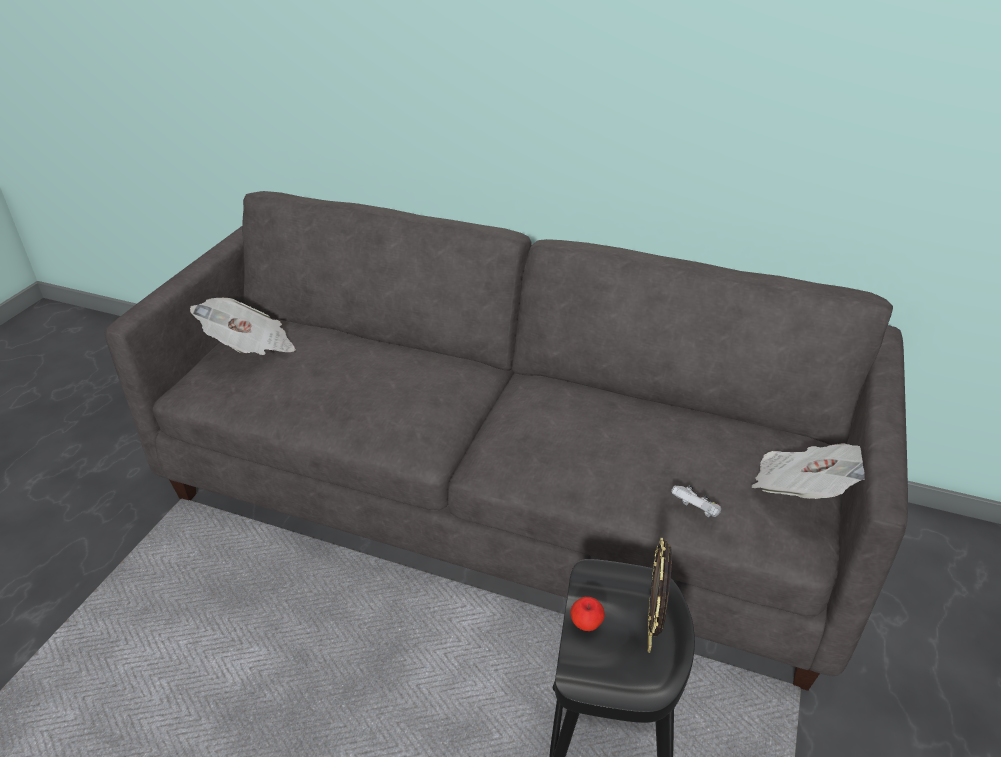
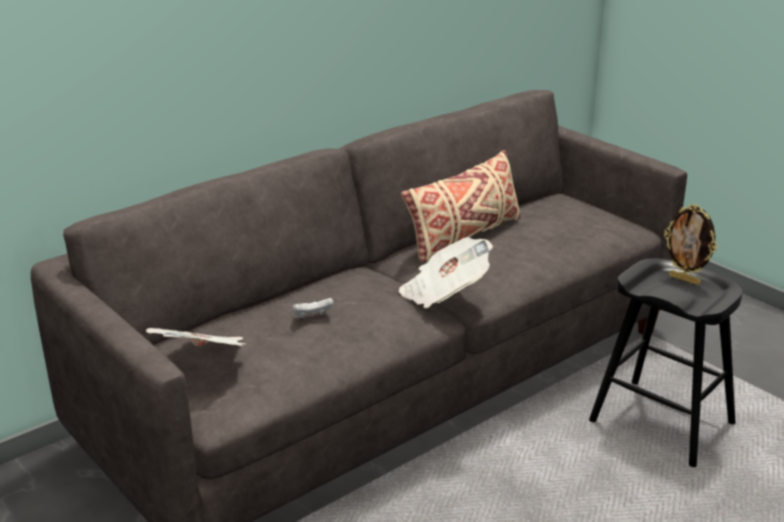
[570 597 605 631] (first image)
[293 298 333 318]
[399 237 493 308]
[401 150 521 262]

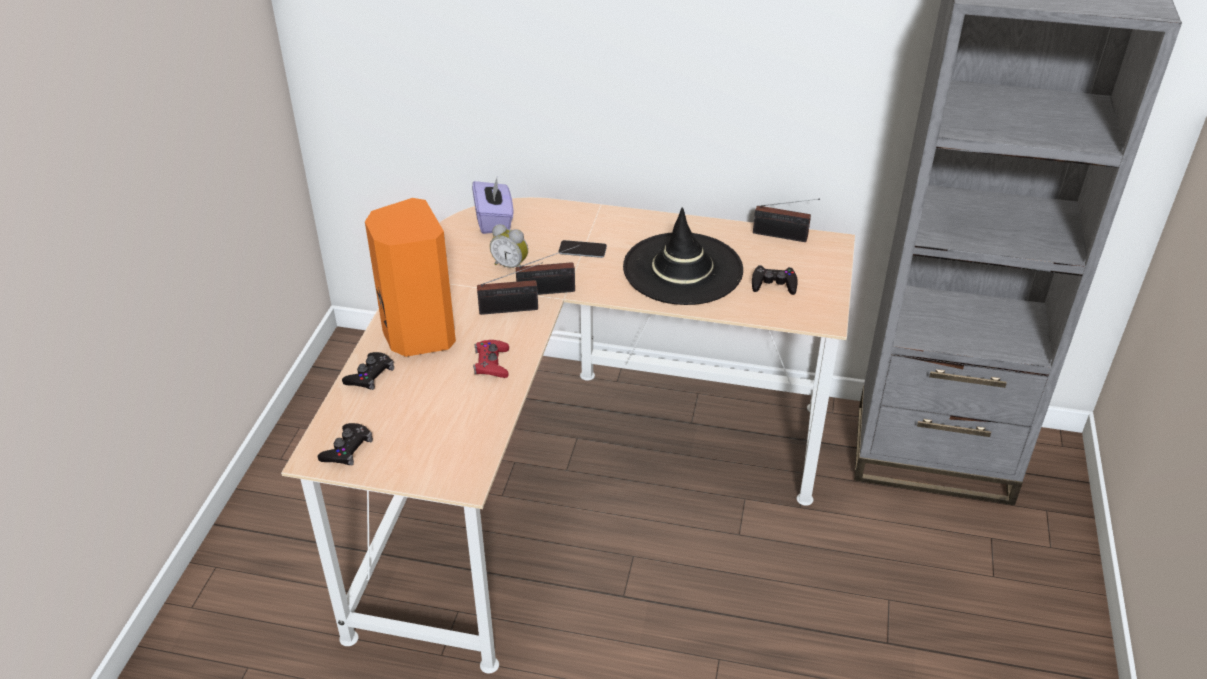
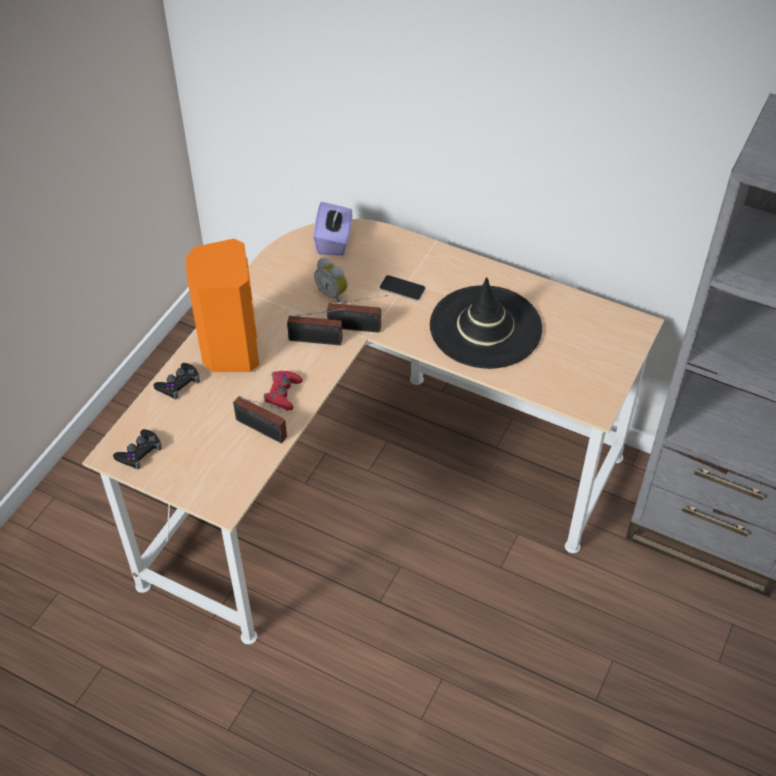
[752 265 798 295] (first image)
[233 396 288 443]

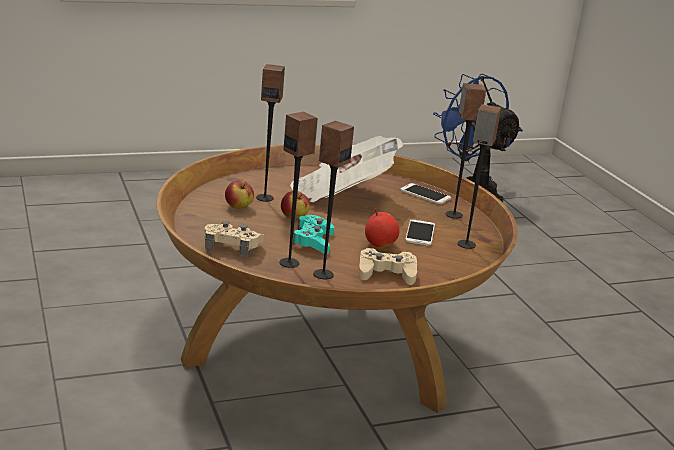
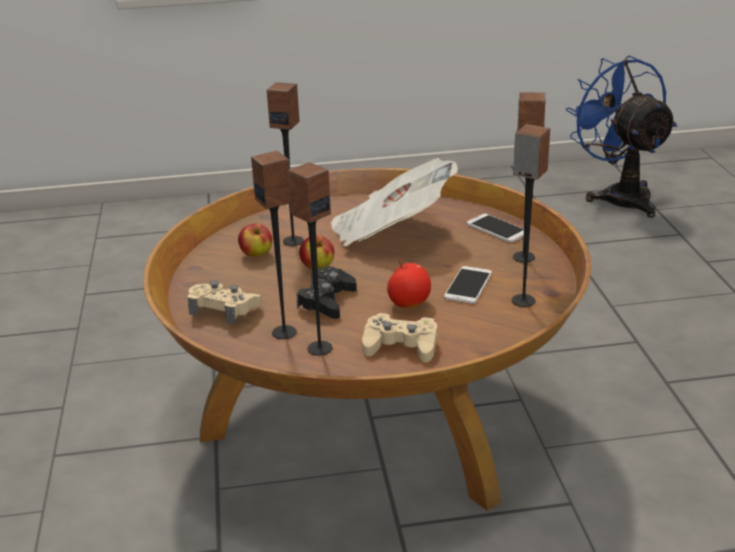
[296 267 357 319]

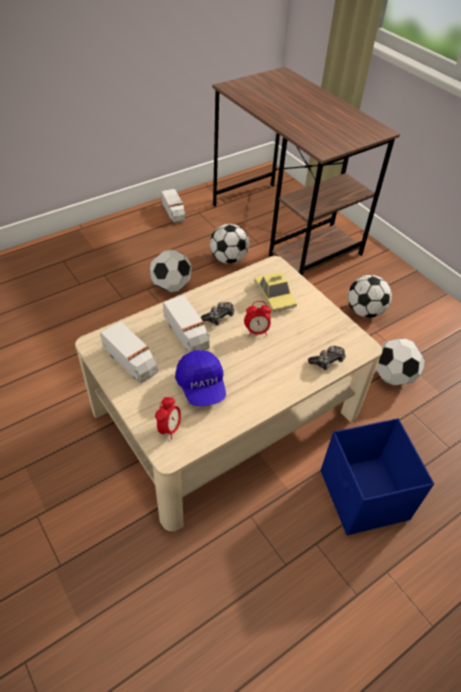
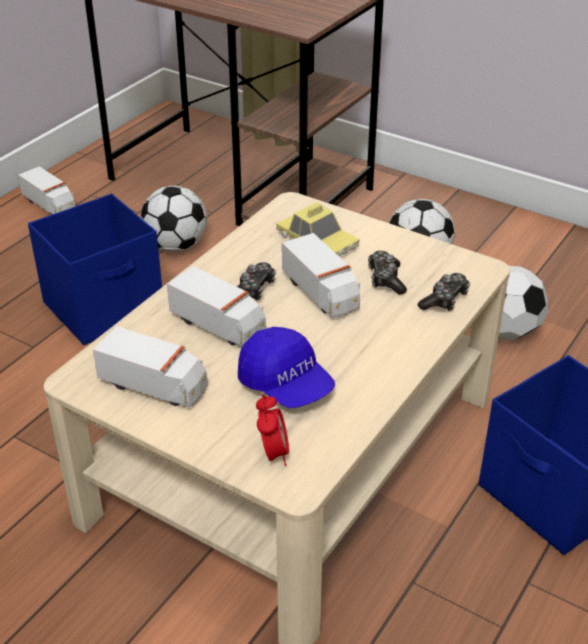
[28 194 162 345]
[282 233 360 318]
[368 251 407 294]

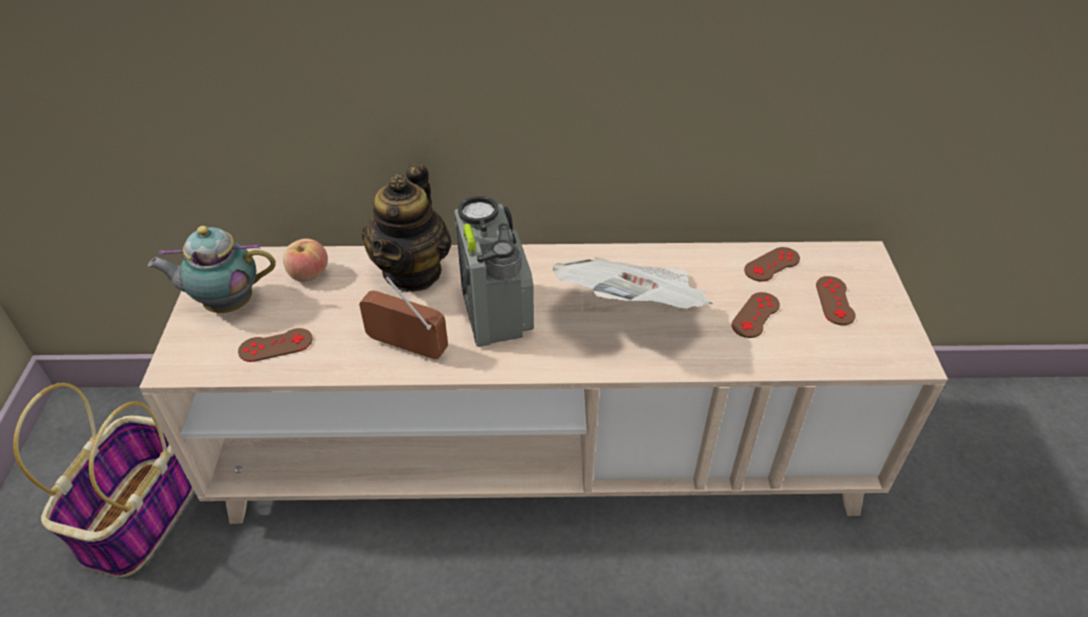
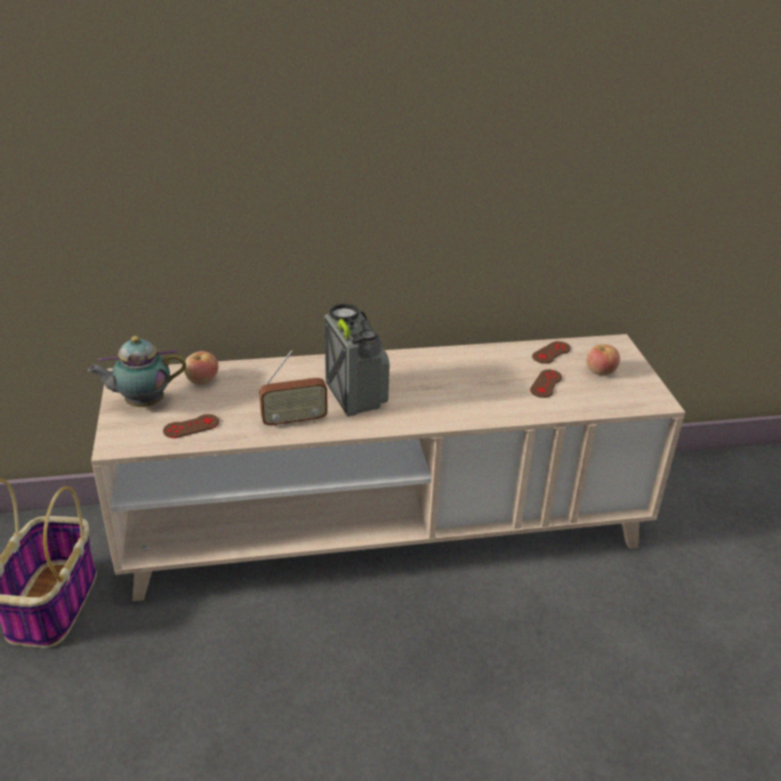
[259 350 328 429]
[362 164 452 292] (first image)
[552 257 712 309] (first image)
[587 344 620 375]

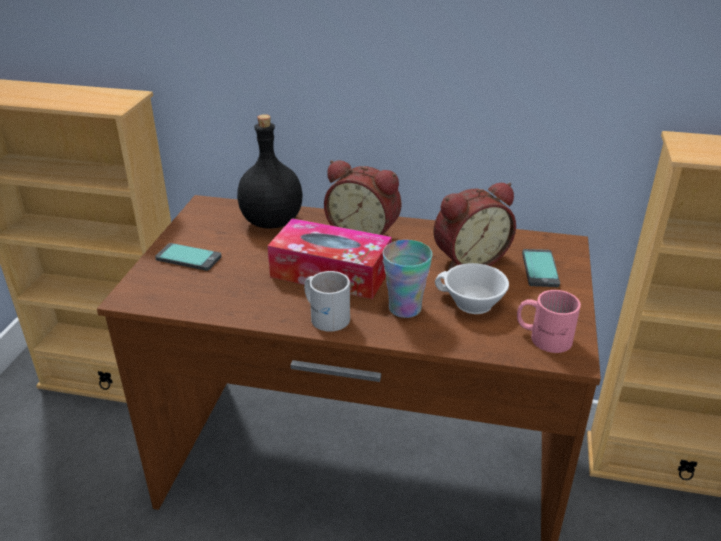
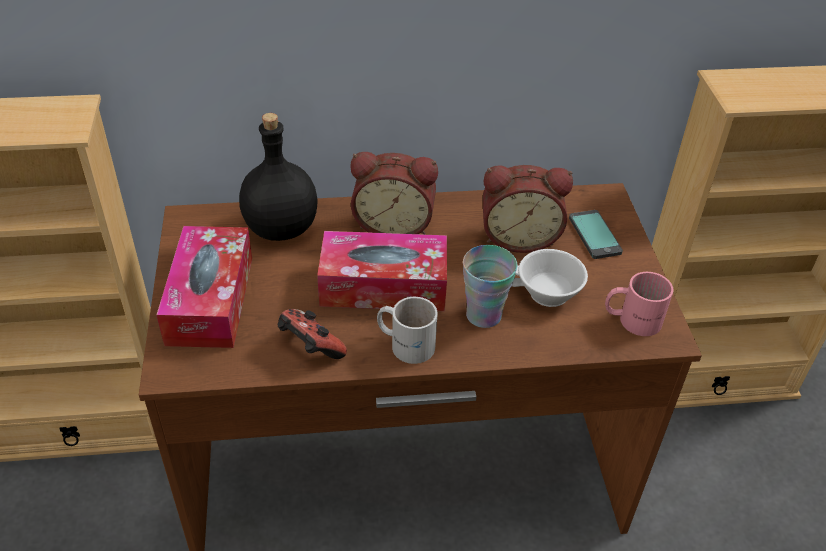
[156 226 252 348]
[482 165 573 253]
[278 309 347 359]

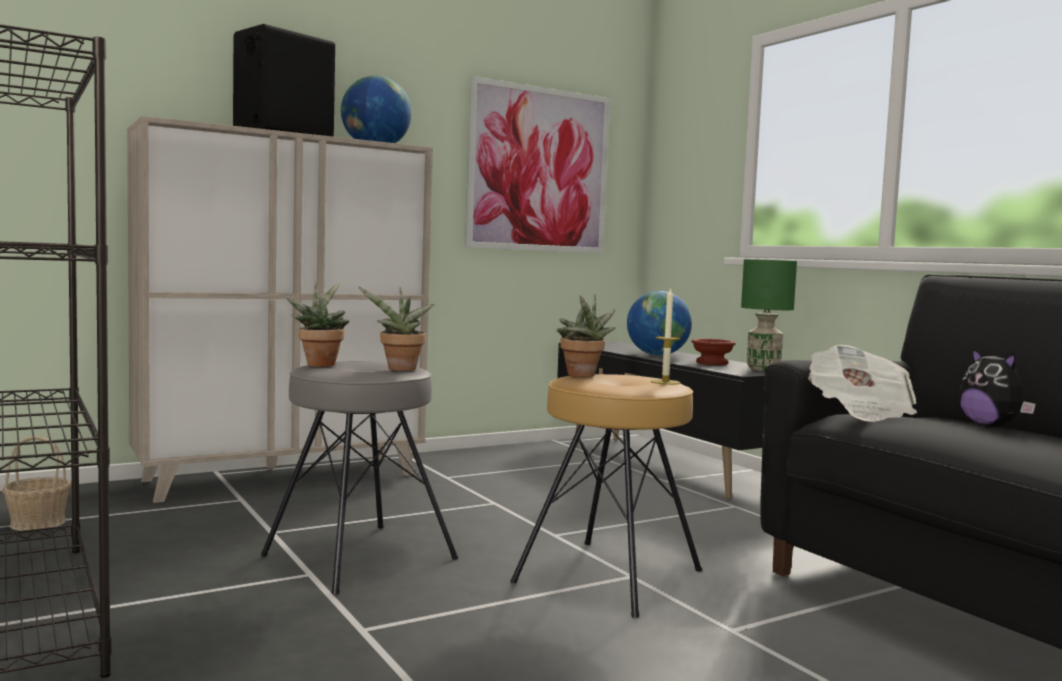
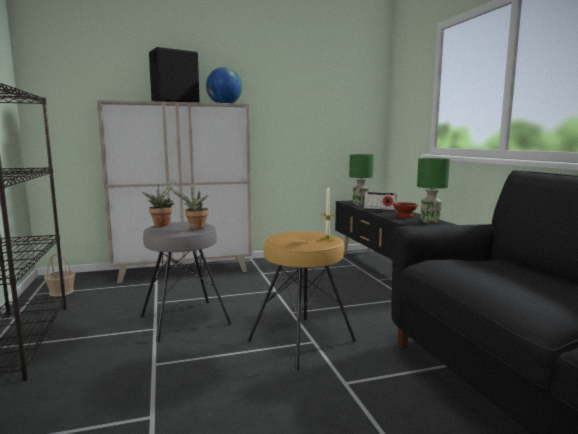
[465 76 610 253] (first image)
[557 294 616 377] (first image)
[364 192 397 212]
[808 345 917 422] (first image)
[959 348 1036 427] (first image)
[349 154 374 206]

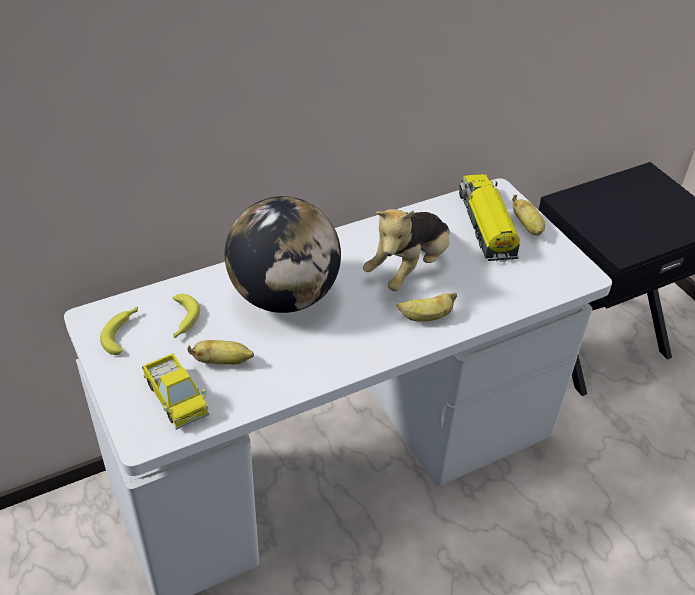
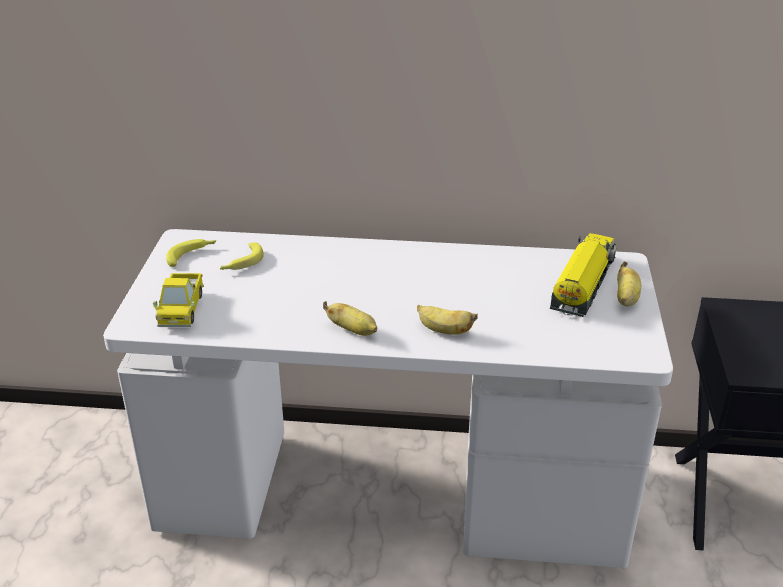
[323 301 377 336]
[225 196 341 313] (first image)
[363 209 450 291] (first image)

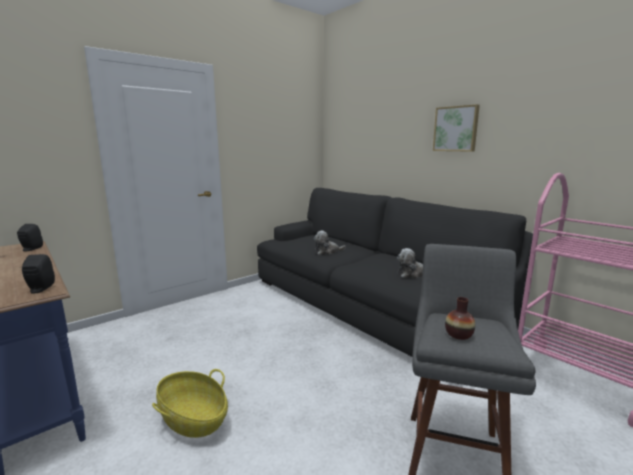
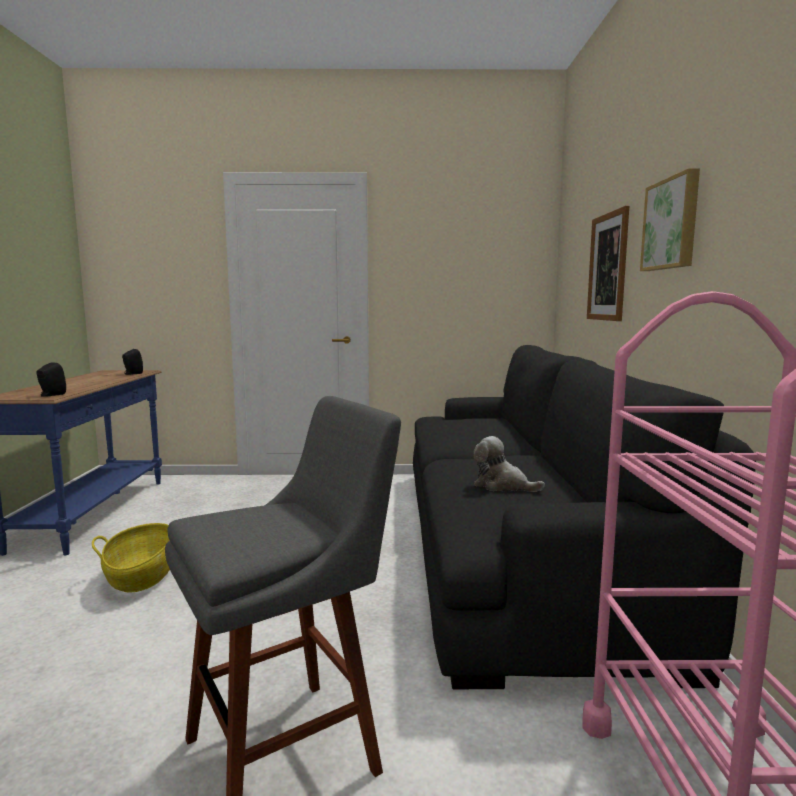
[314 231 346 255] (first image)
[445 297 475 340] (first image)
[587 206 629 321]

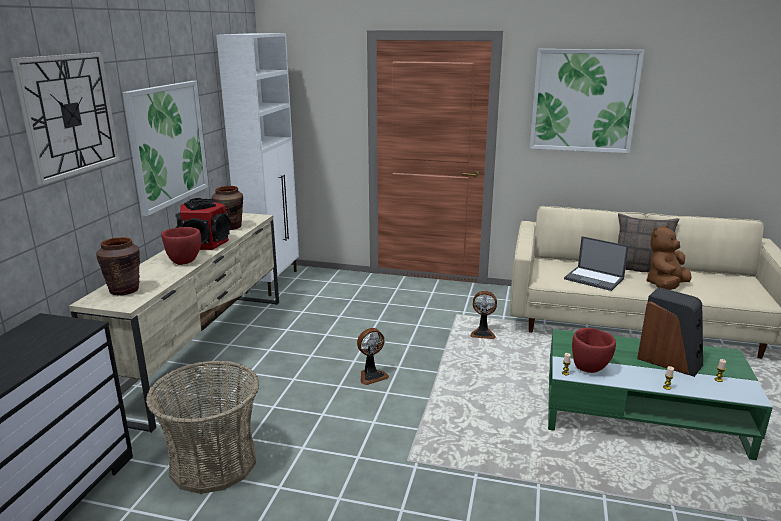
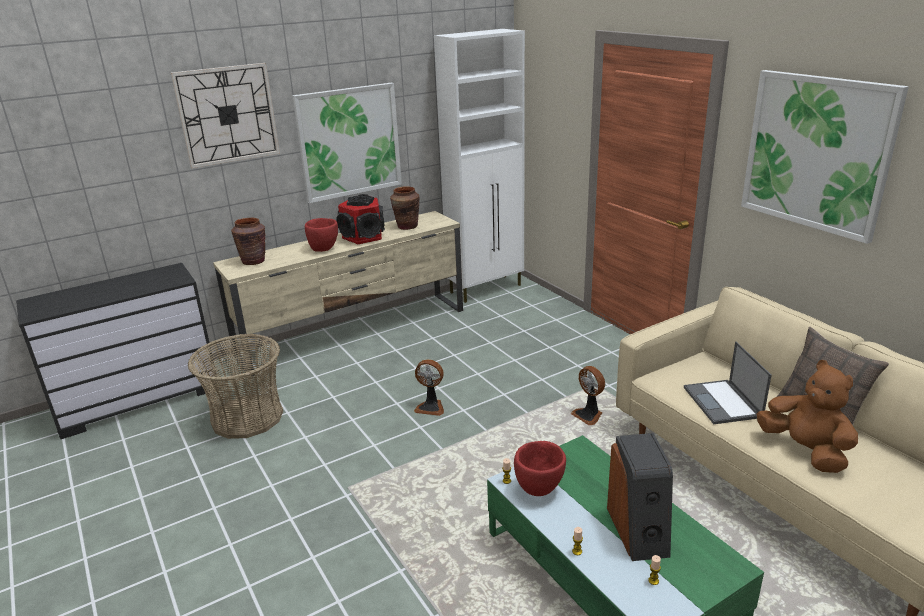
[757 360 858 473]

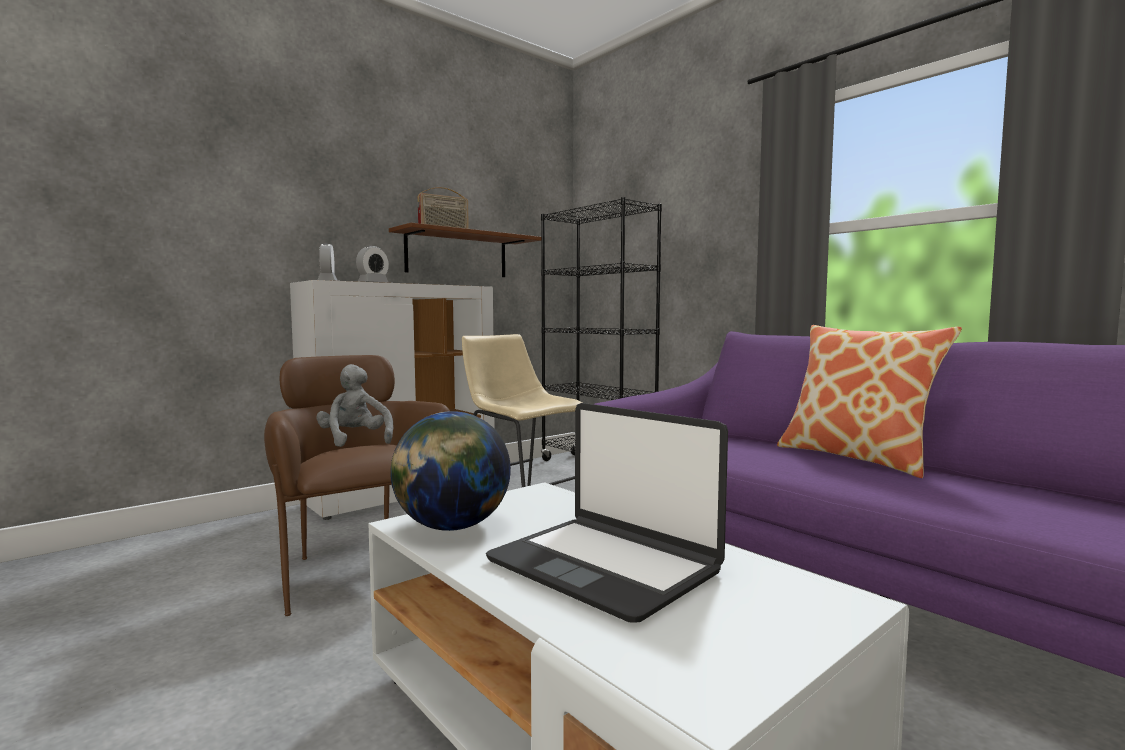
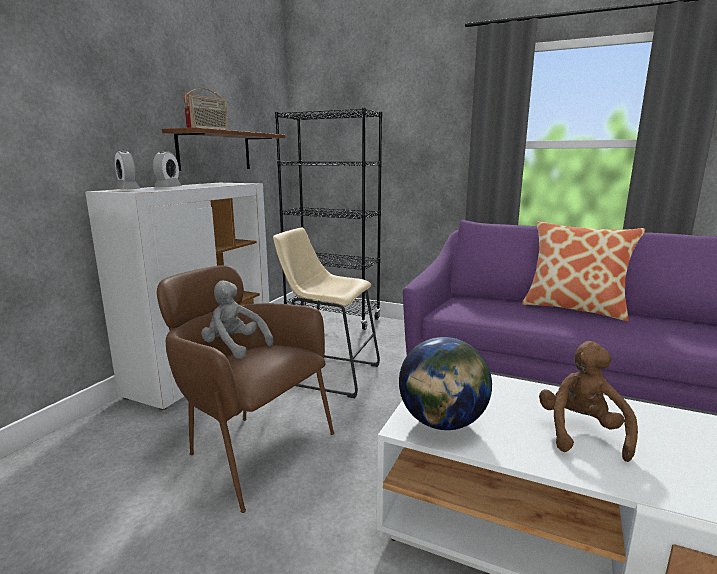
[539 341 638 462]

